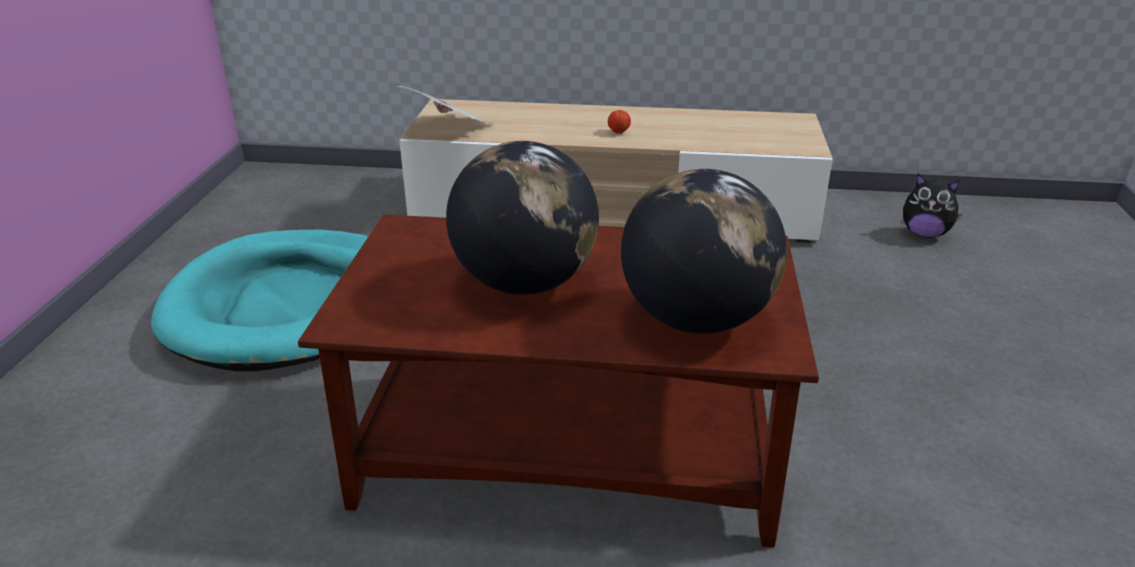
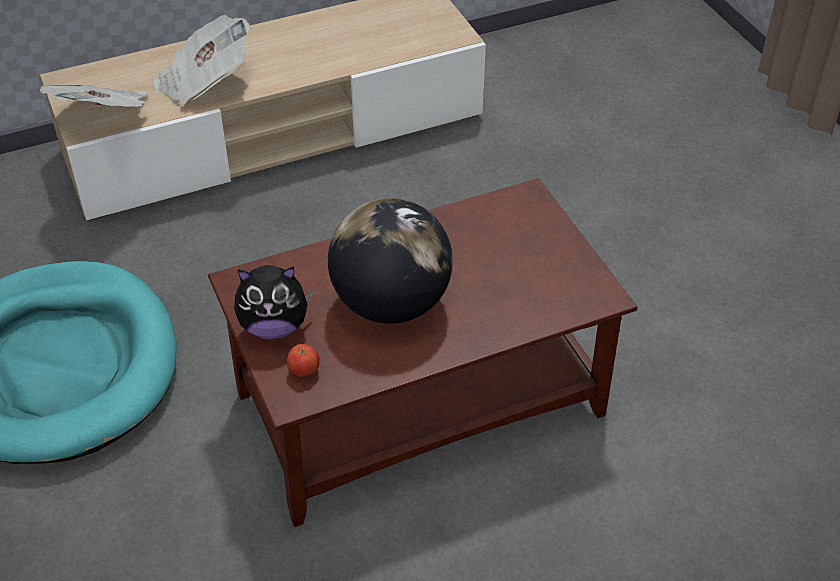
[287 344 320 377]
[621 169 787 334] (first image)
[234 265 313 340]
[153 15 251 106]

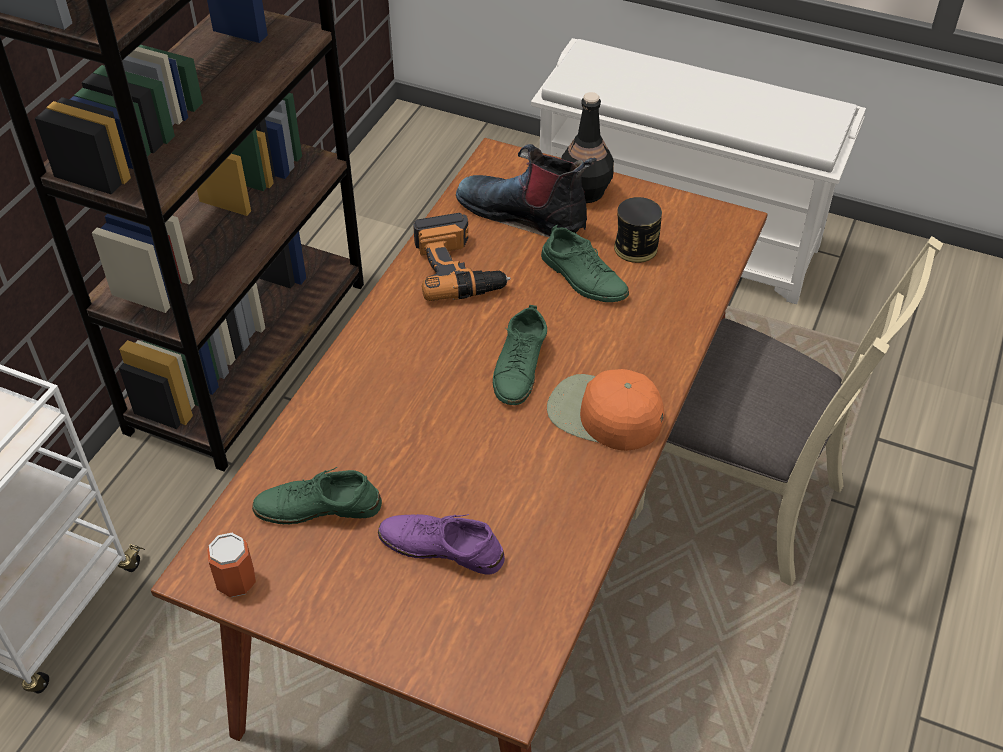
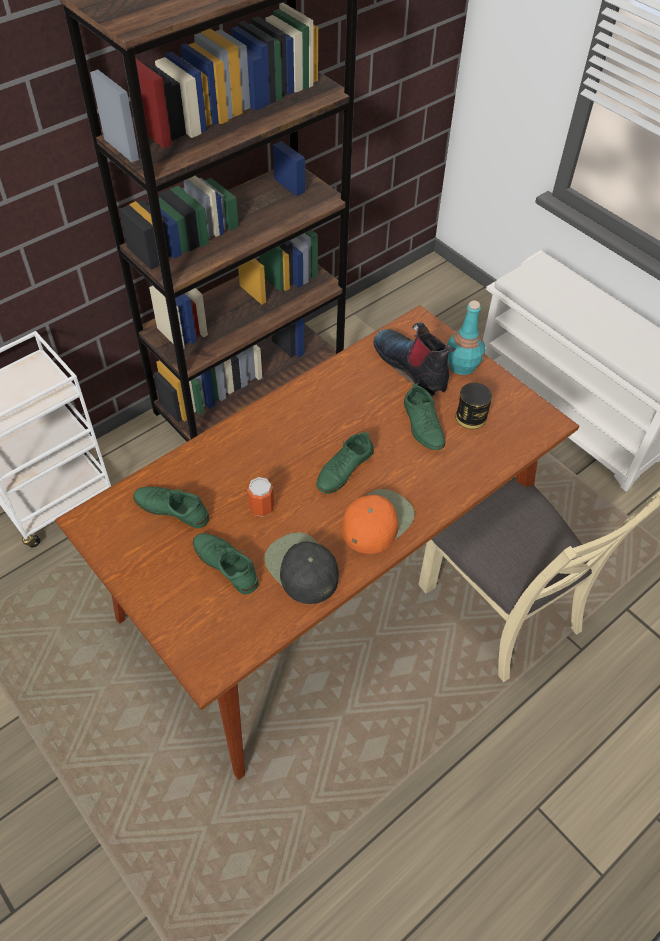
[247 477 274 517]
[193 533 259 595]
[413 213 511 301] (first image)
[342 489 415 554]
[447 301 485 375]
[264 532 339 604]

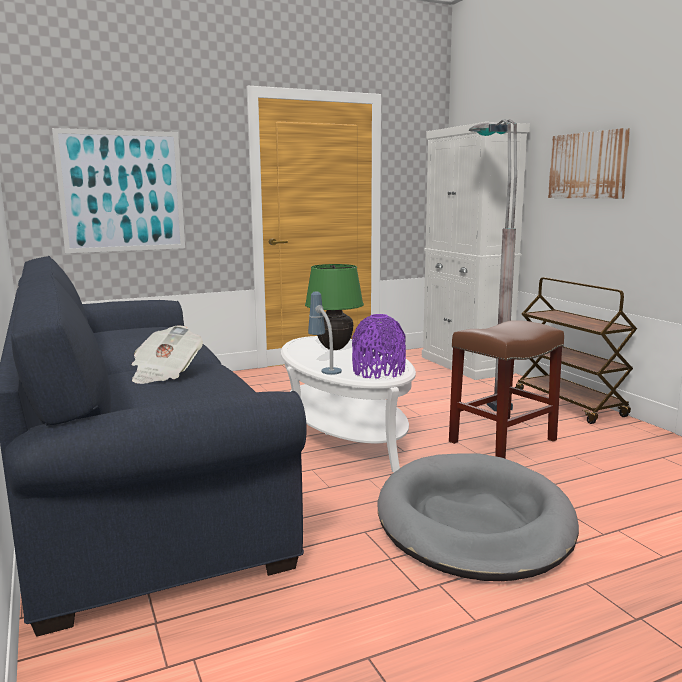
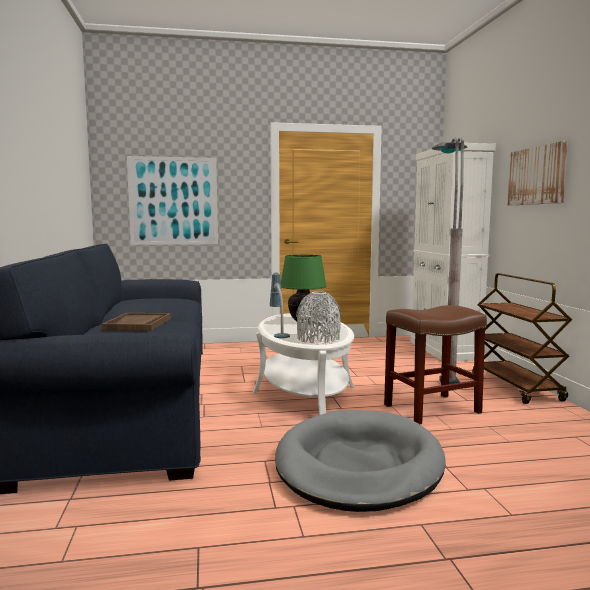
[102 313 171 331]
[296 291 341 343]

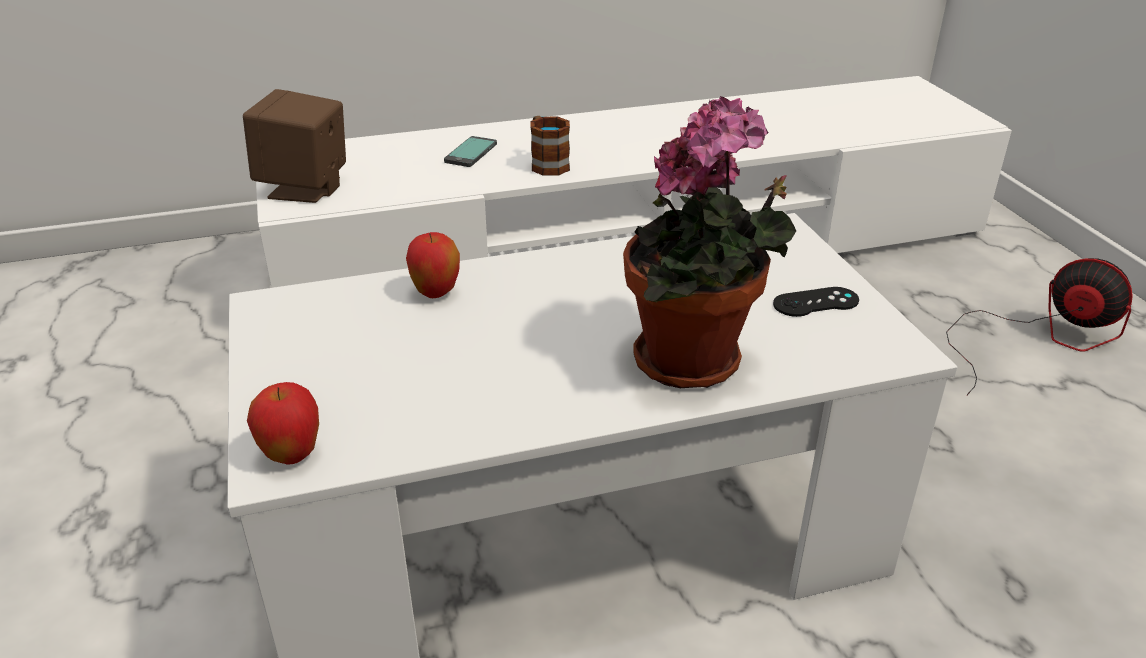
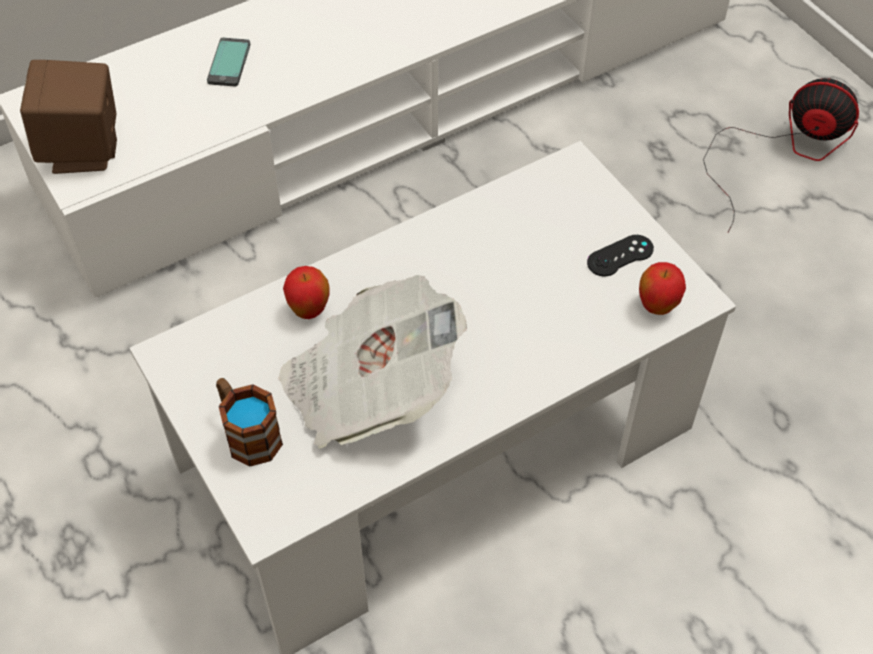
[639 262 686 315]
[216 378 283 466]
[623 96 796 388] (first image)
[278 275 467 449]

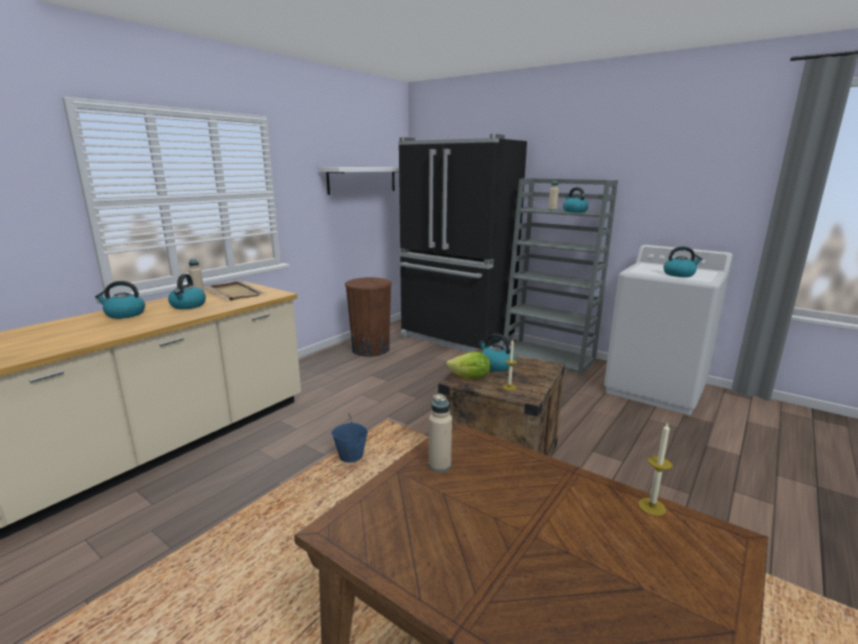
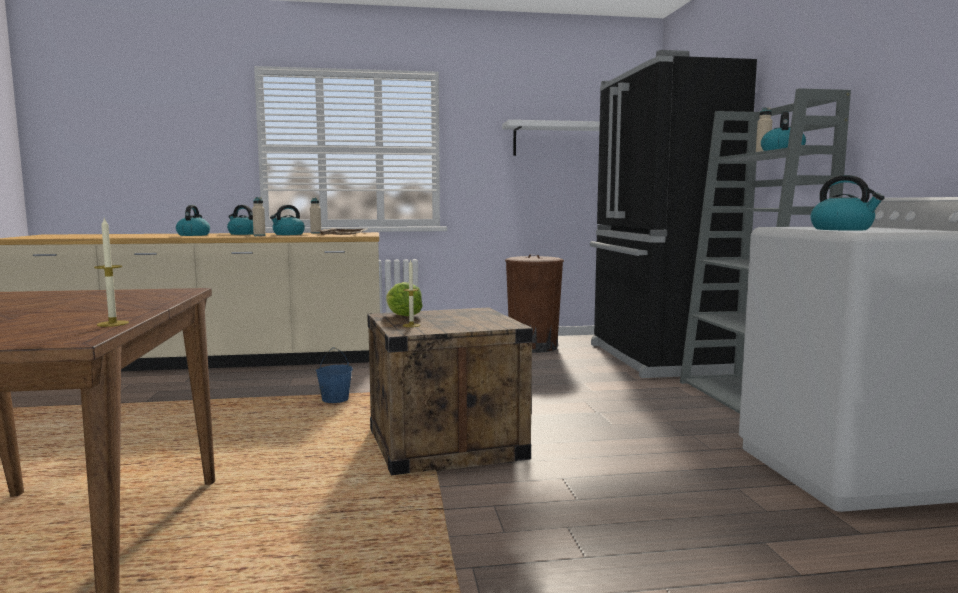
[252 197 266 236]
[176 205 210 236]

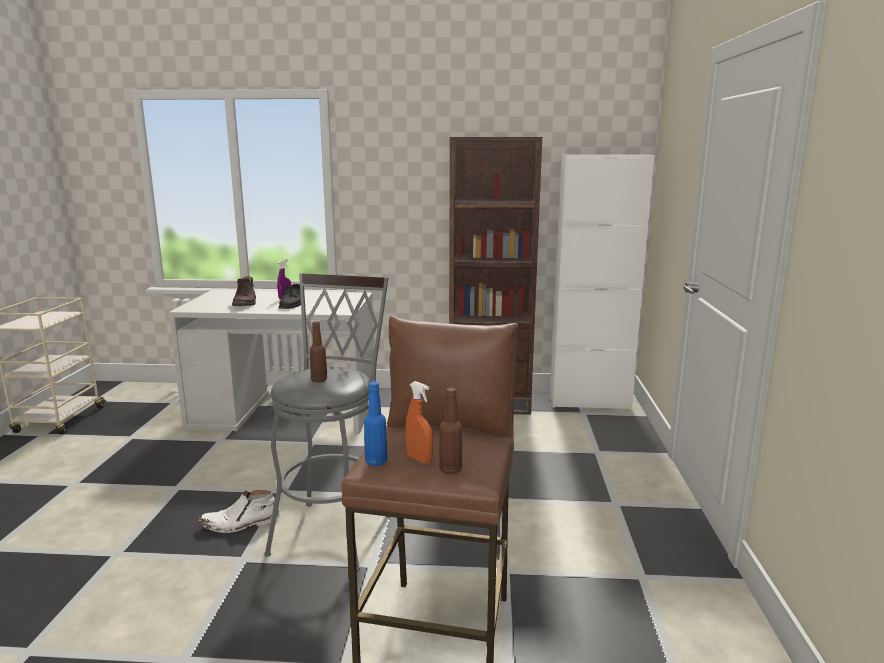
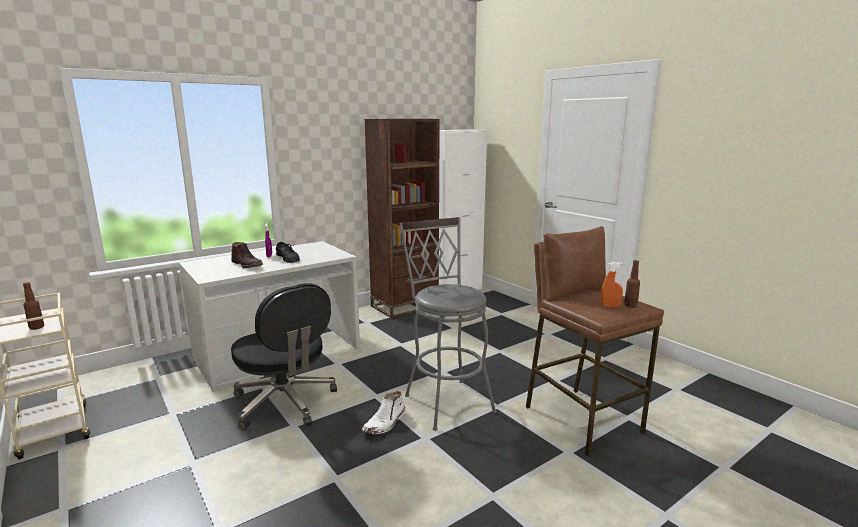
[23 282 44 330]
[364 382 387 466] (first image)
[231 283 337 430]

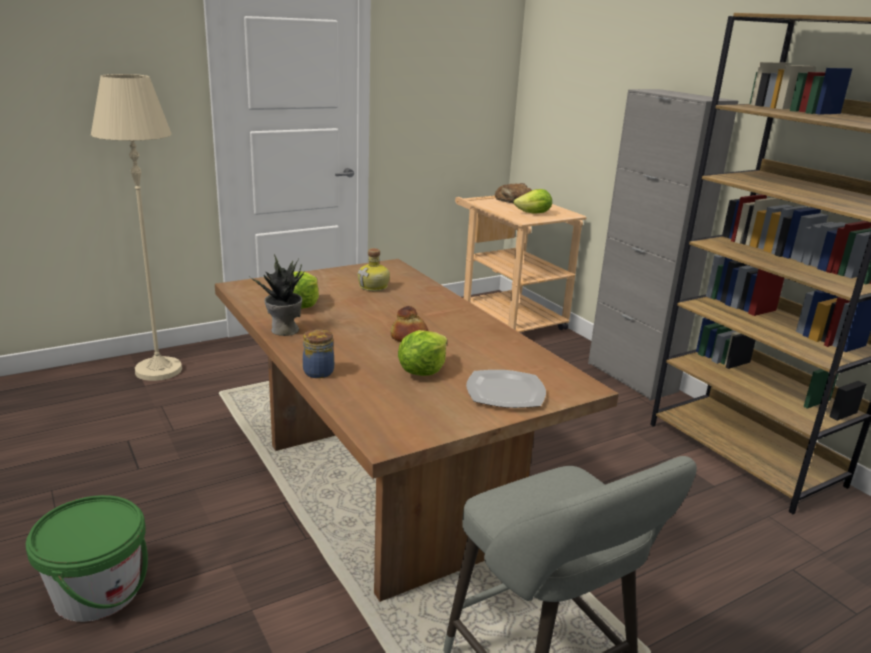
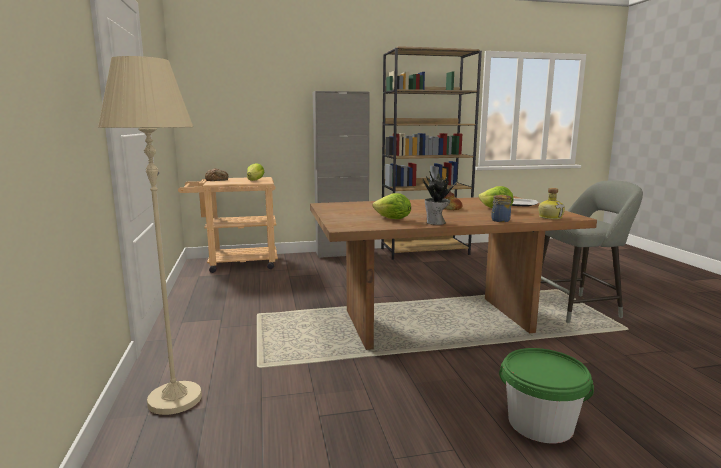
[538 188 565 219]

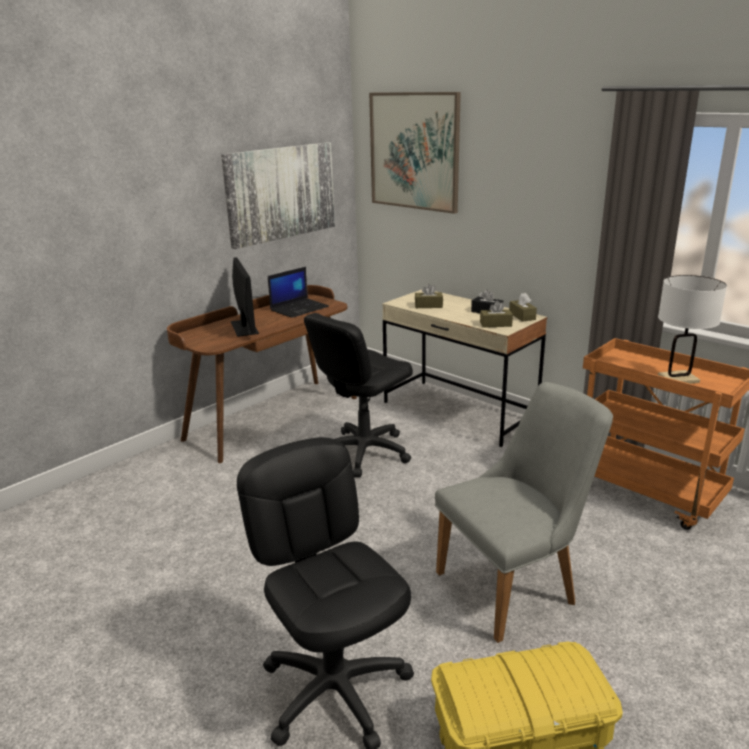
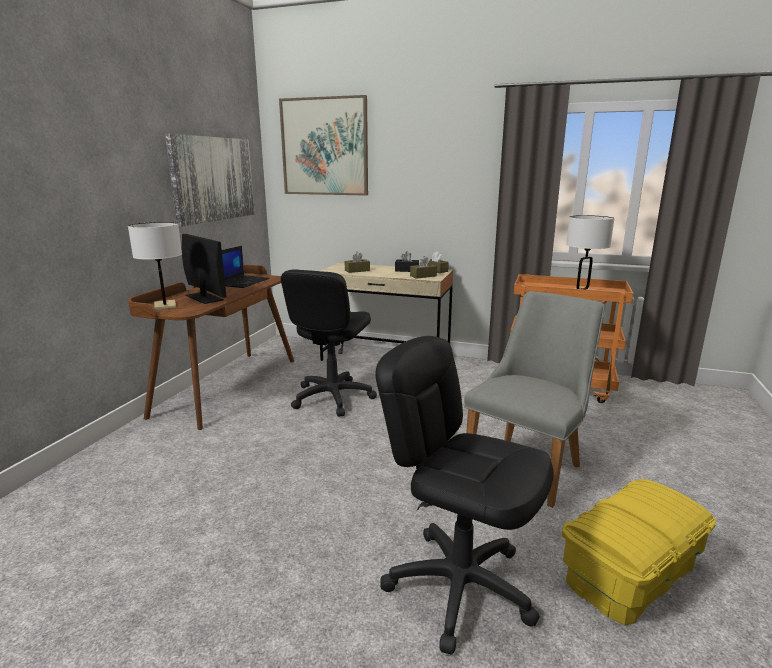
[128 222 182 310]

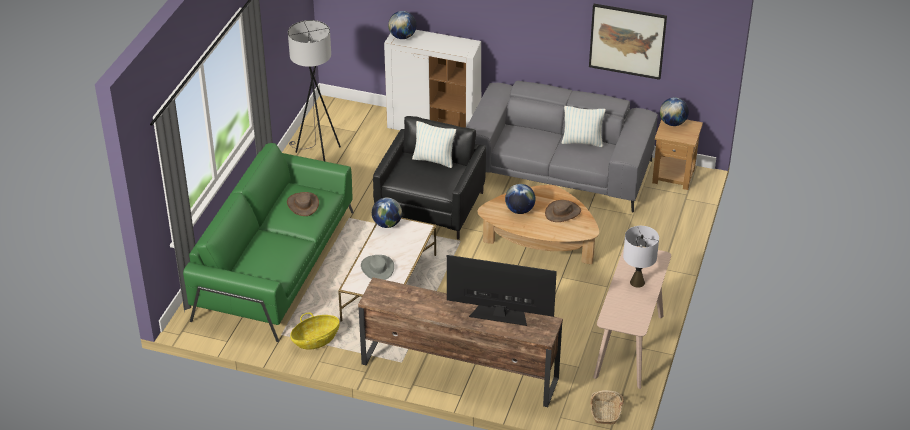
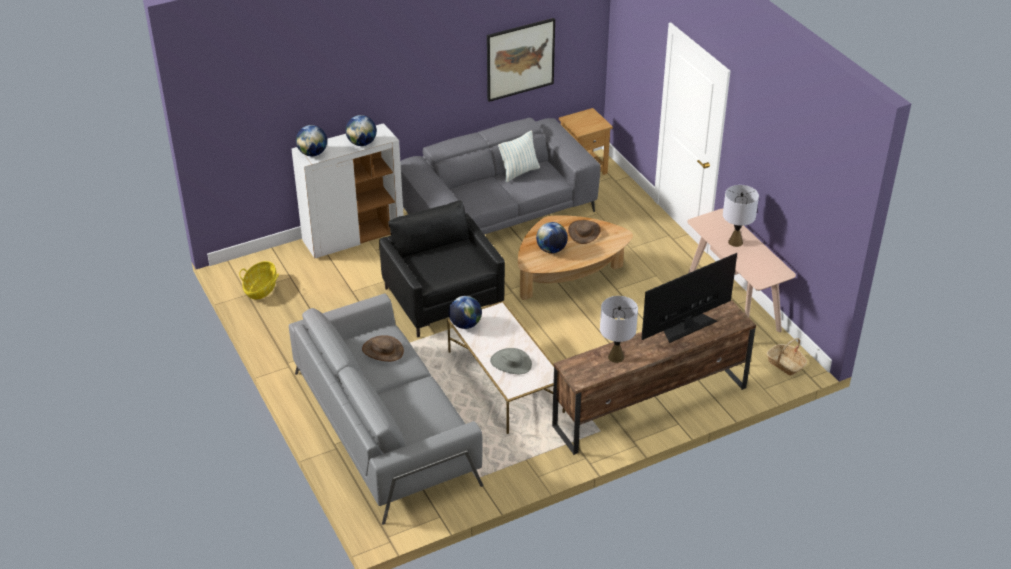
[289 294 484 525]
[288 20 341 161] (first image)
[239 261 279 300]
[412 121 456 168] (first image)
[346 115 377 146]
[600 296 638 363]

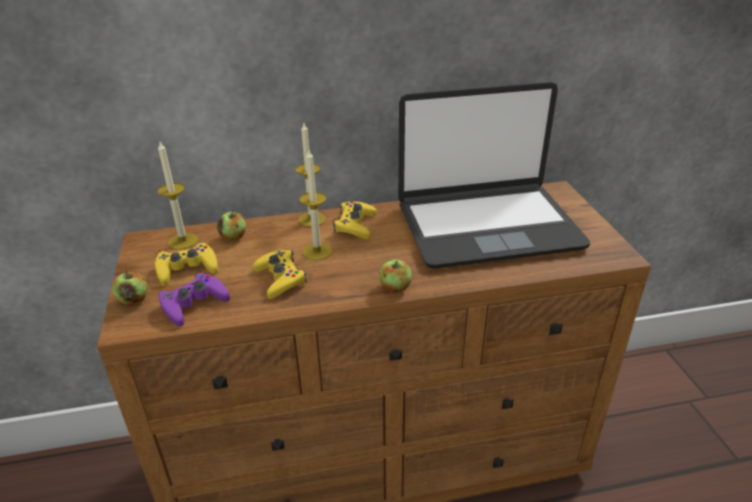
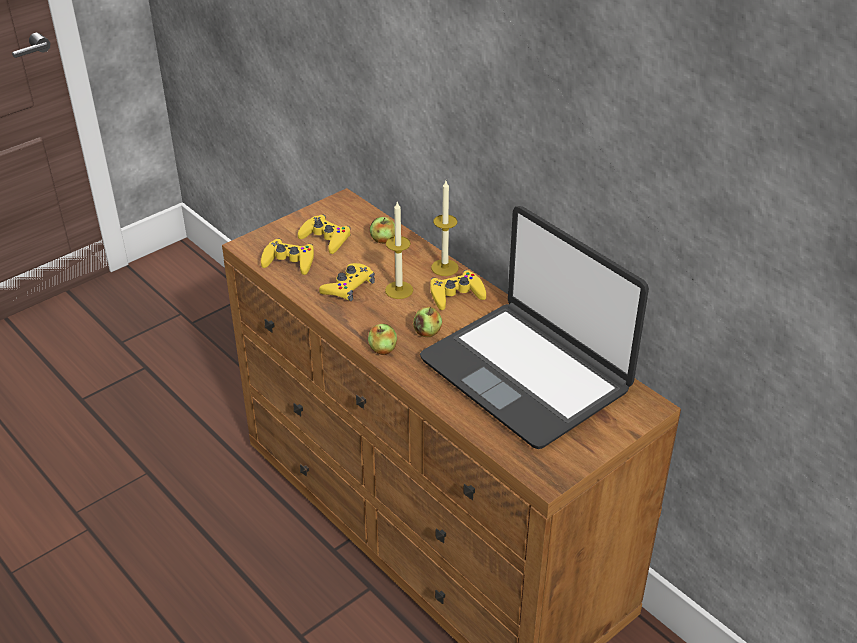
[413 307 442 337]
[158 140 198 250] (first image)
[261 238 314 275]

